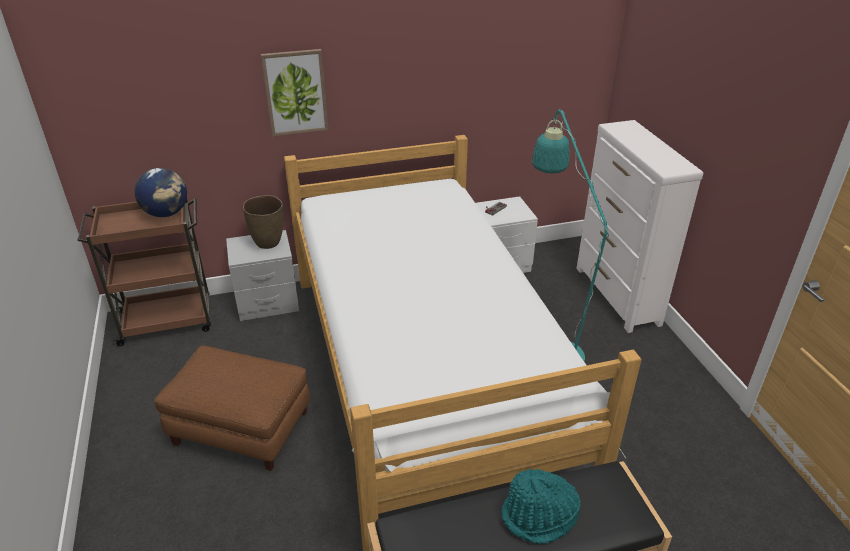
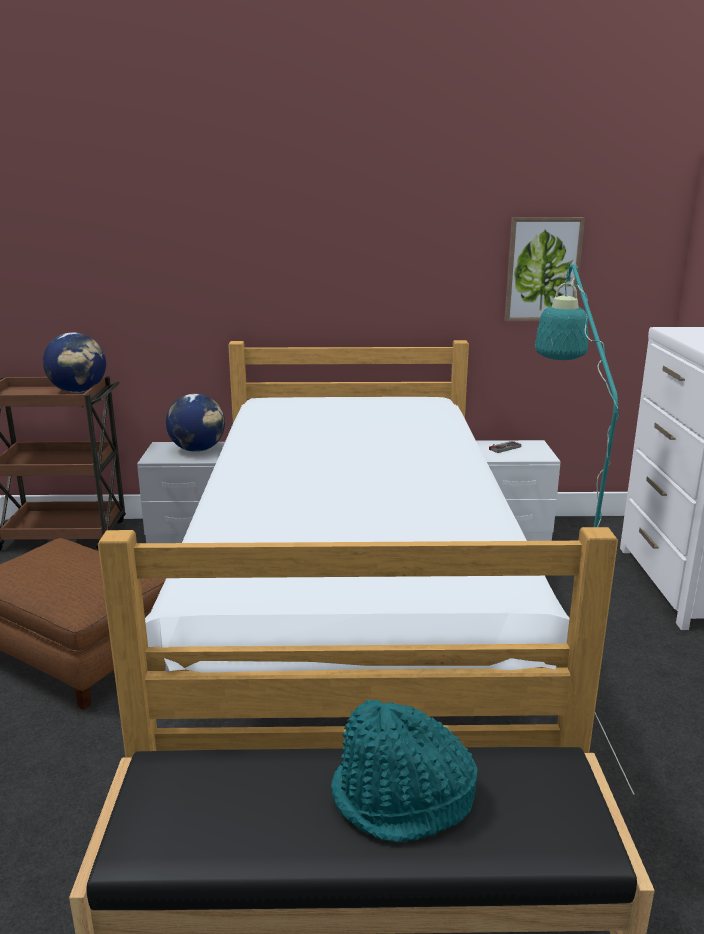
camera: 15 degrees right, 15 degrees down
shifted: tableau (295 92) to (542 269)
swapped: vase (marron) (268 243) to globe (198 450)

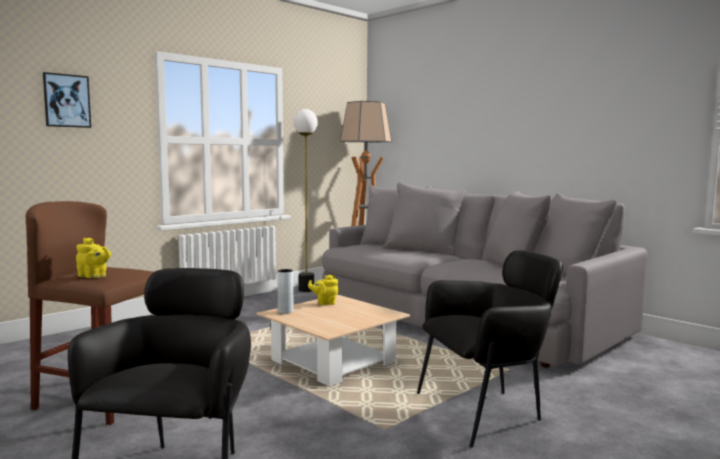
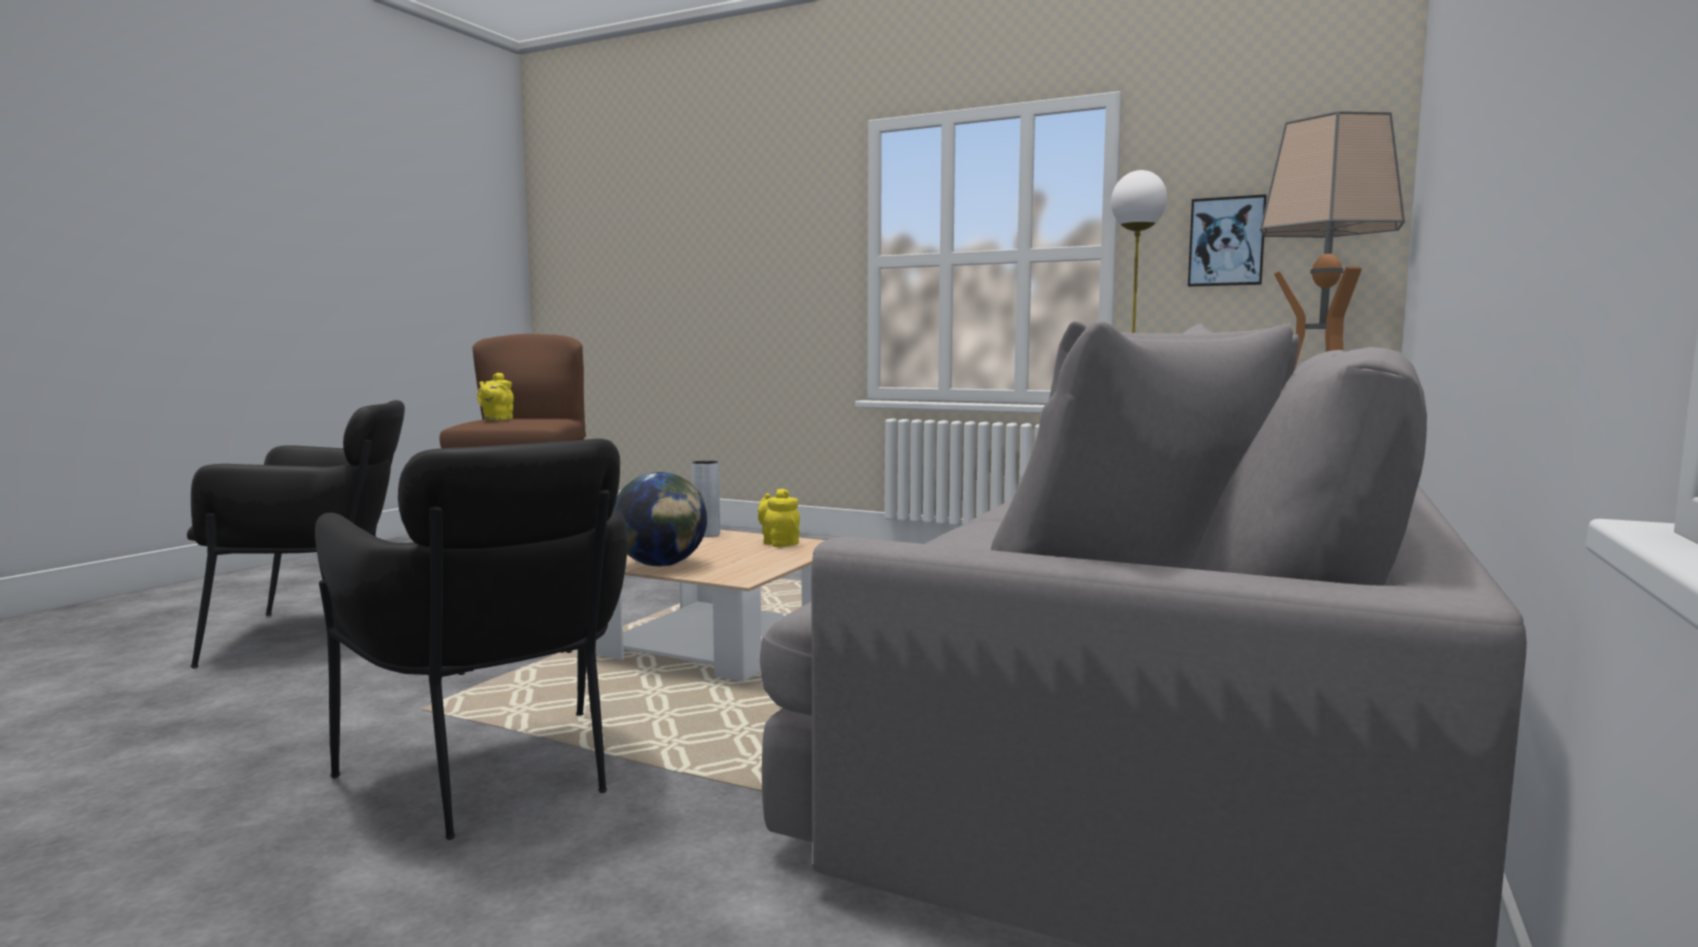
camera: 70 degrees right, 0 degrees up
new: globe (661 565)
shifted: tableau (67 101) to (1226 242)

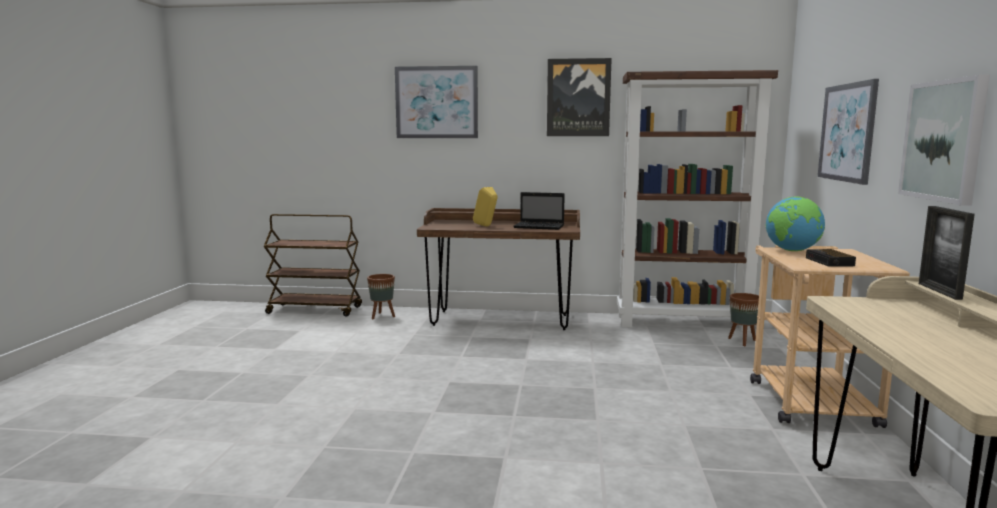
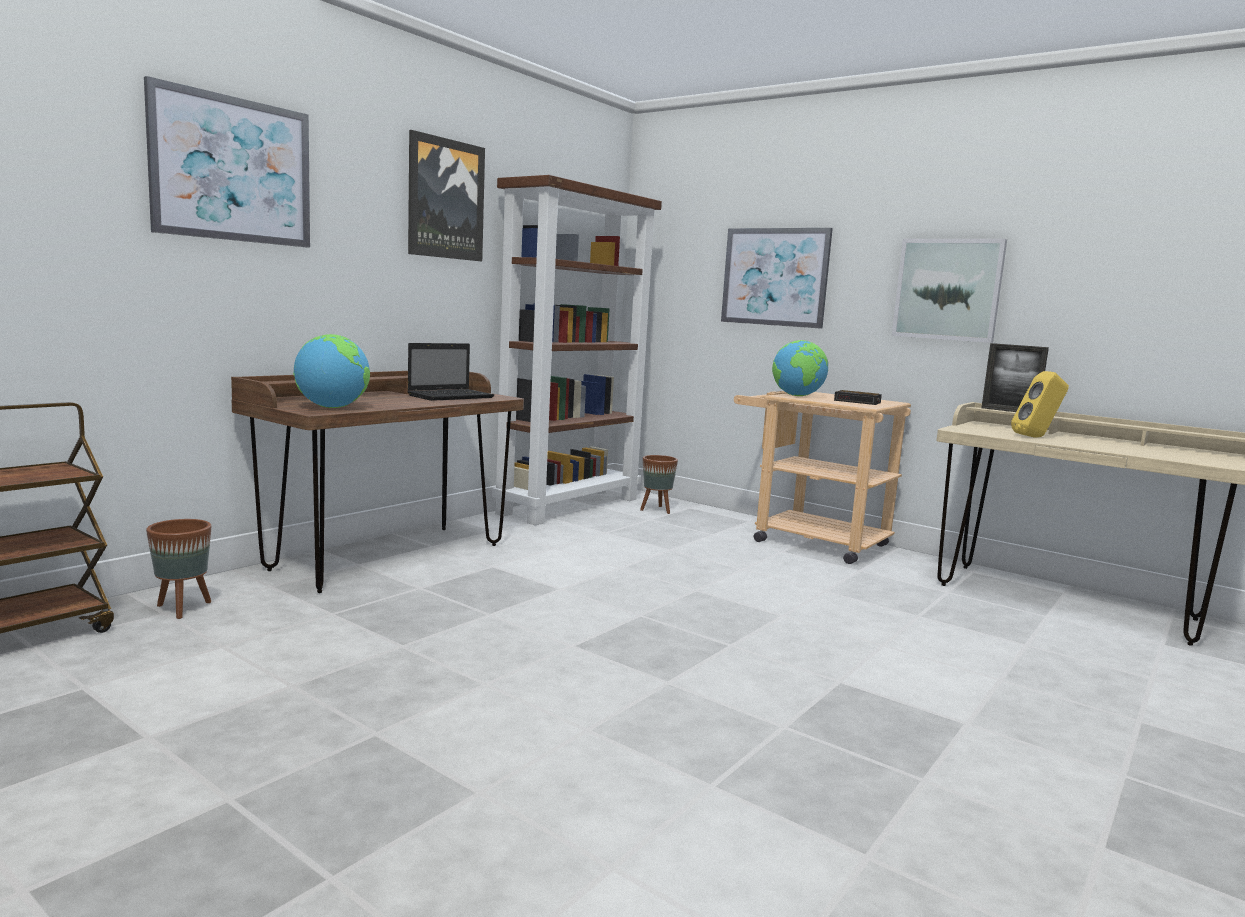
camera: 60 degrees left, 0 degrees up
new: globe (332 407)
shifted: enceinte (jaune) (486 226) to (1036 437)

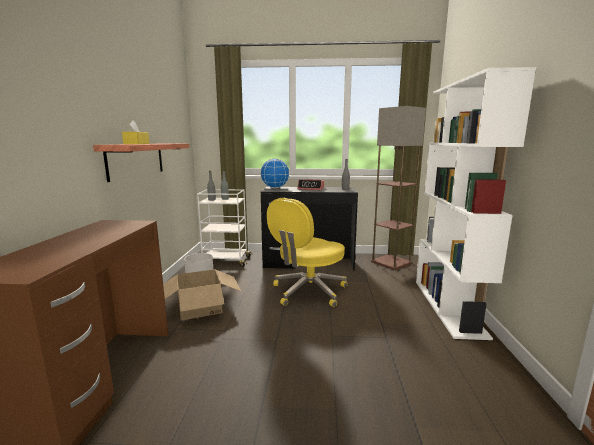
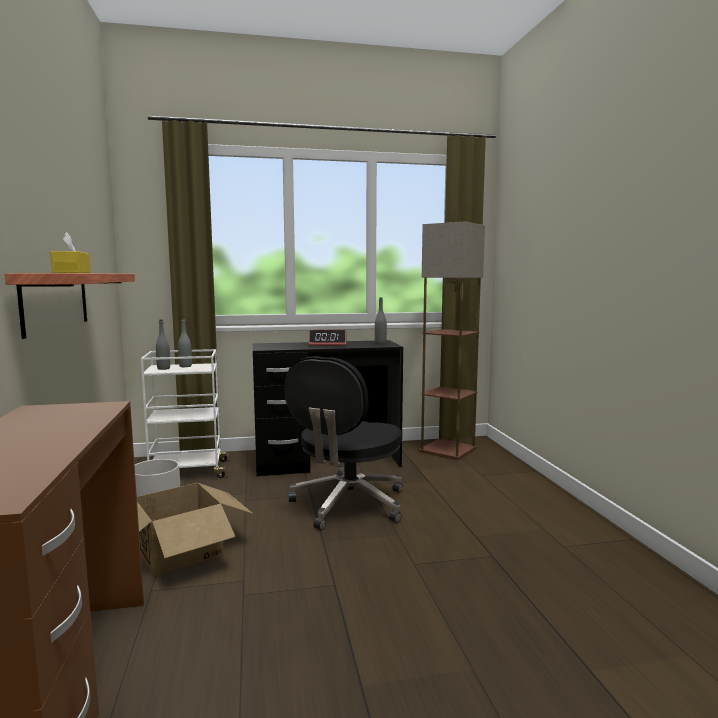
camera: 15 degrees left, 5 degrees down
gone: bibliothèque (blanc) (448 307); globe (275 188)
repainted: chaise de bureau (jaune) (308 291) to chaise de bureau (noir) (348 505)

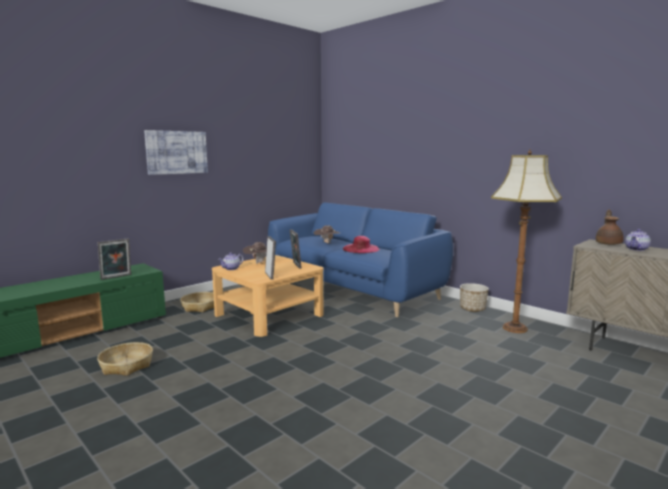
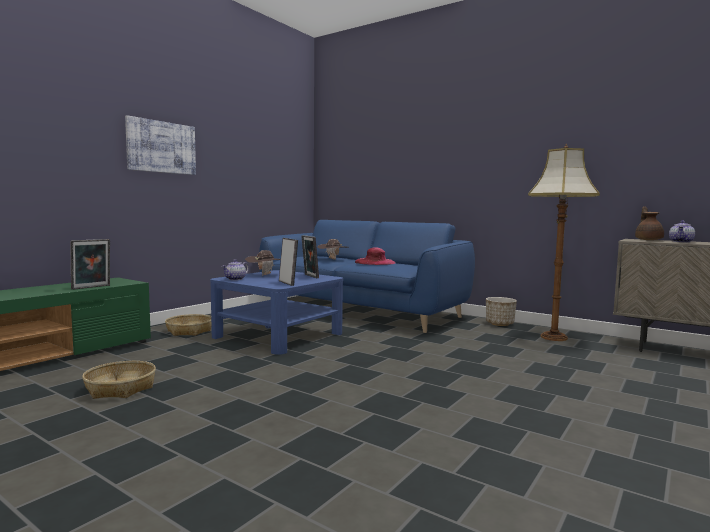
camera: 10 degrees left, 5 degrees down
repainted: table basse (beige) (269 315) to table basse (bleu) (279 335)

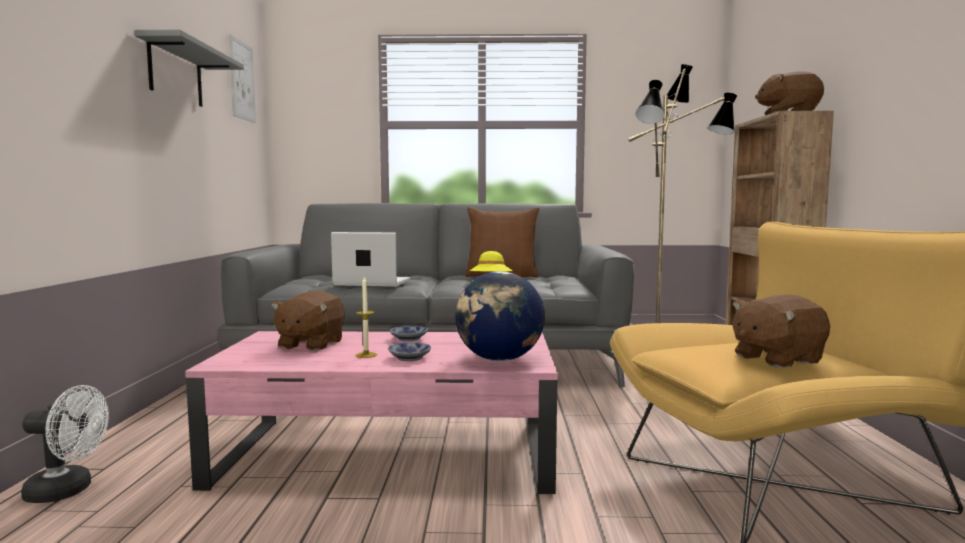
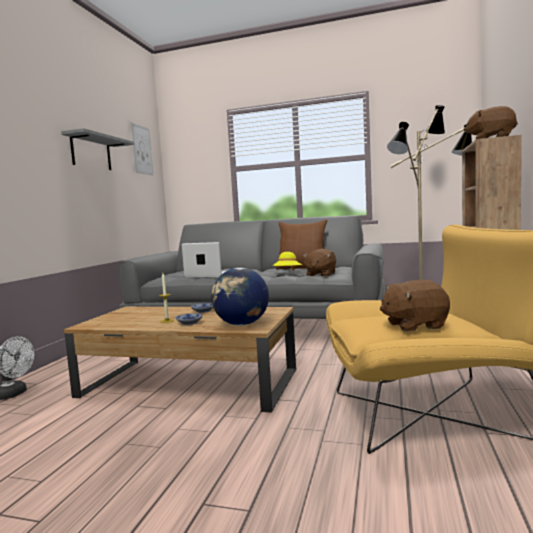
camera: 15 degrees right, 0 degrees up
shifted: peluche (marron) (310 344) to (320 274)
repainted: table basse (rose) (391 454) to table basse (marron) (190 383)

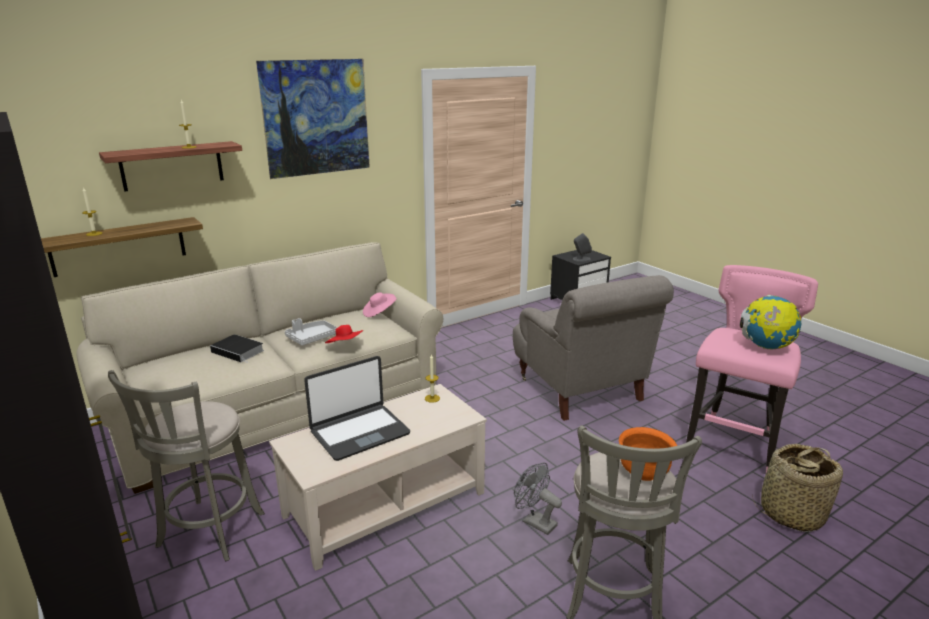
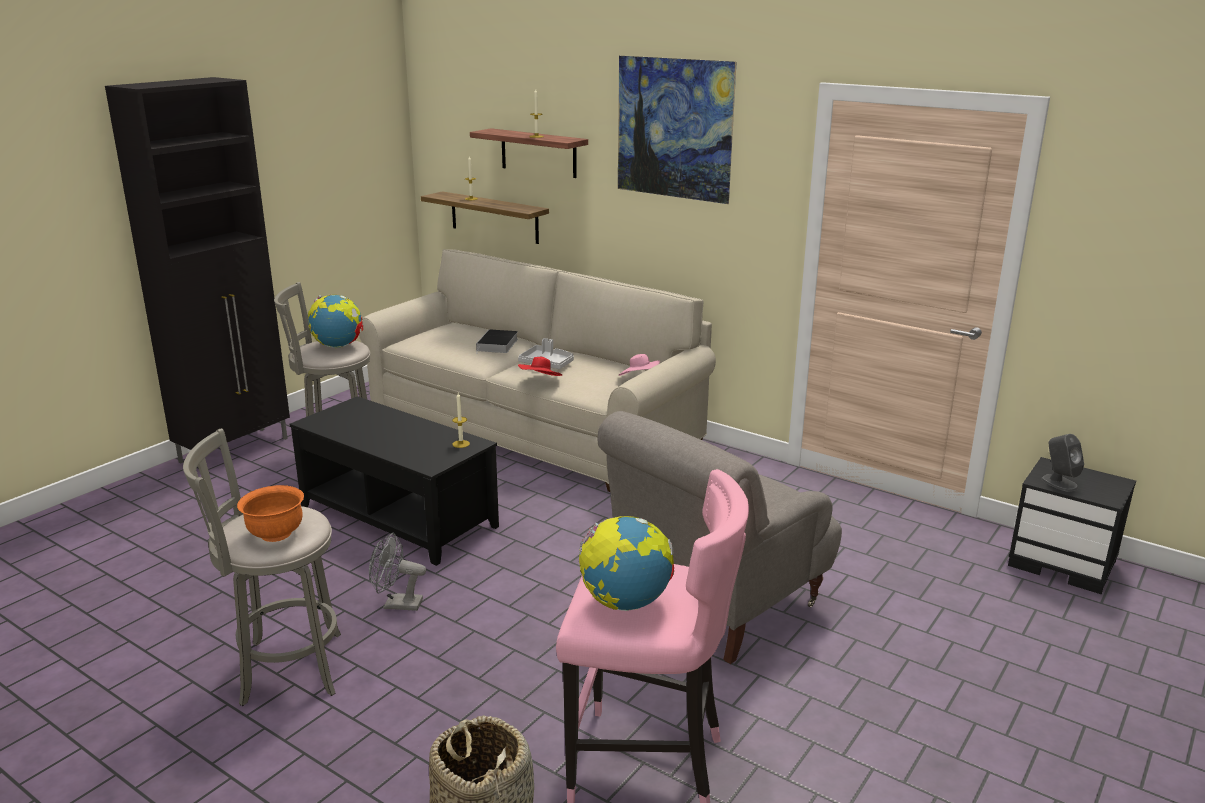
camera: 70 degrees right, 0 degrees up
gone: ordinateur portable (359 432)
new: globe (338 346)
repainted: table basse (beige) (385 504) to table basse (noir) (398 516)
rotated: ventilateur (gris) (535 522) = (396 604) 105 degrees counterclockwise

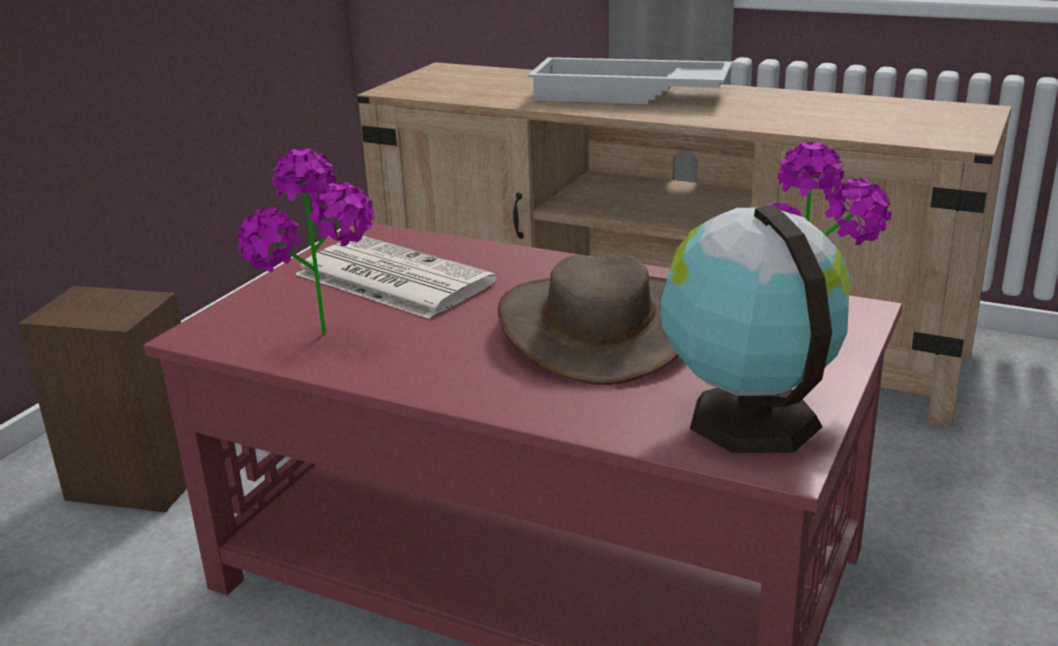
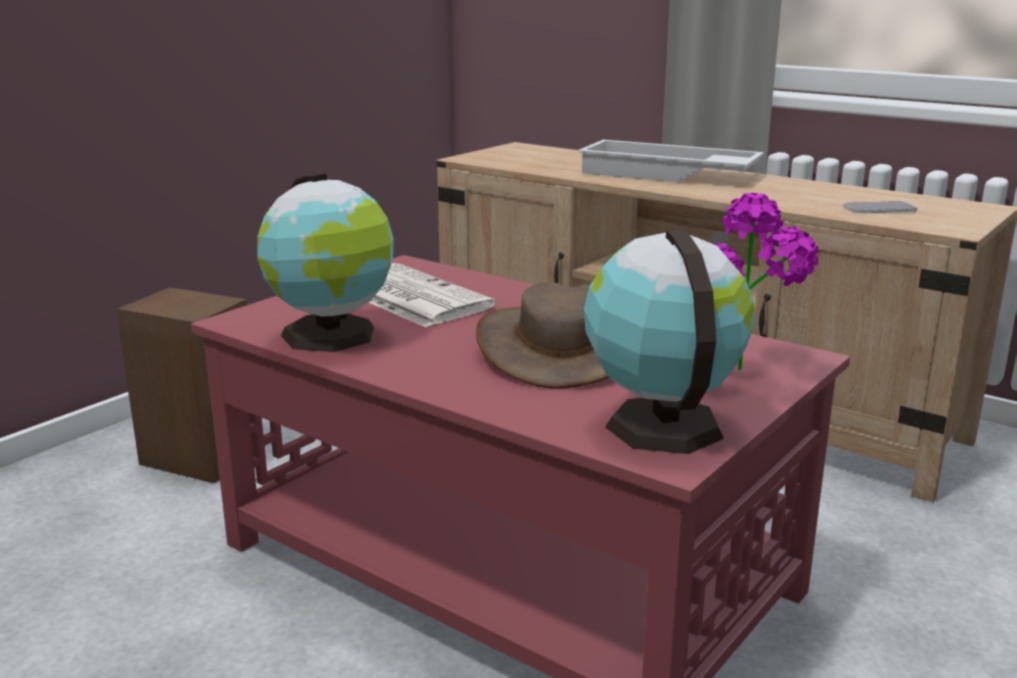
camera: 10 degrees right, 5 degrees down
new: téléphone (879 209)
swapped: plante en pot (325 343) to globe (332 336)

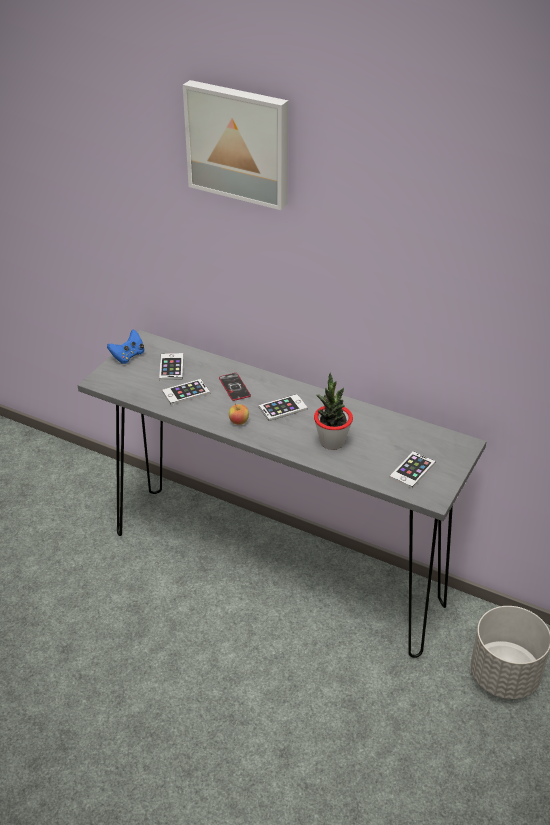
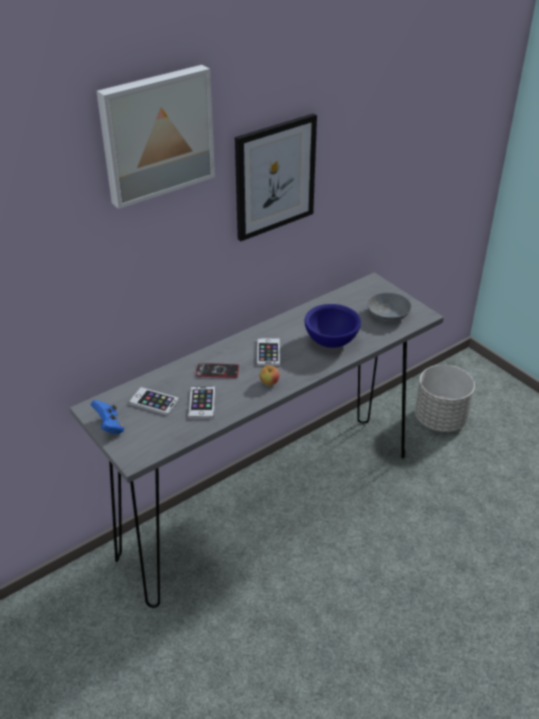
camera: 65 degrees left, 0 degrees up
new: tableau (275 177)
swapped: plante en pot (332 442) to bol (bleu) (330 341); téléphone (412 470) to bol (gris) (388 314)

